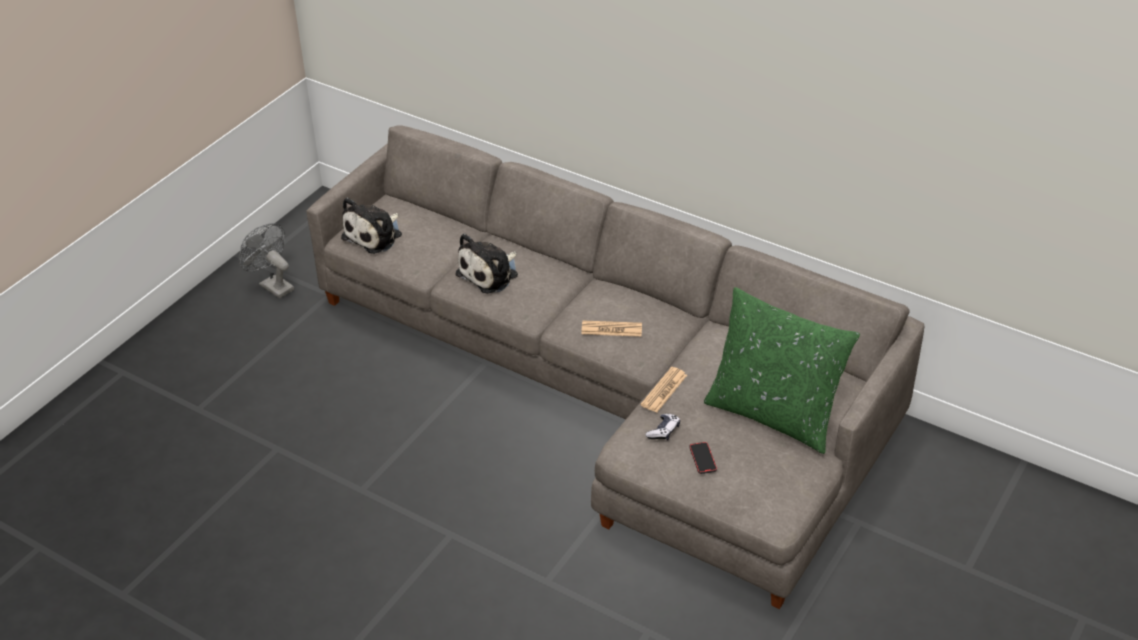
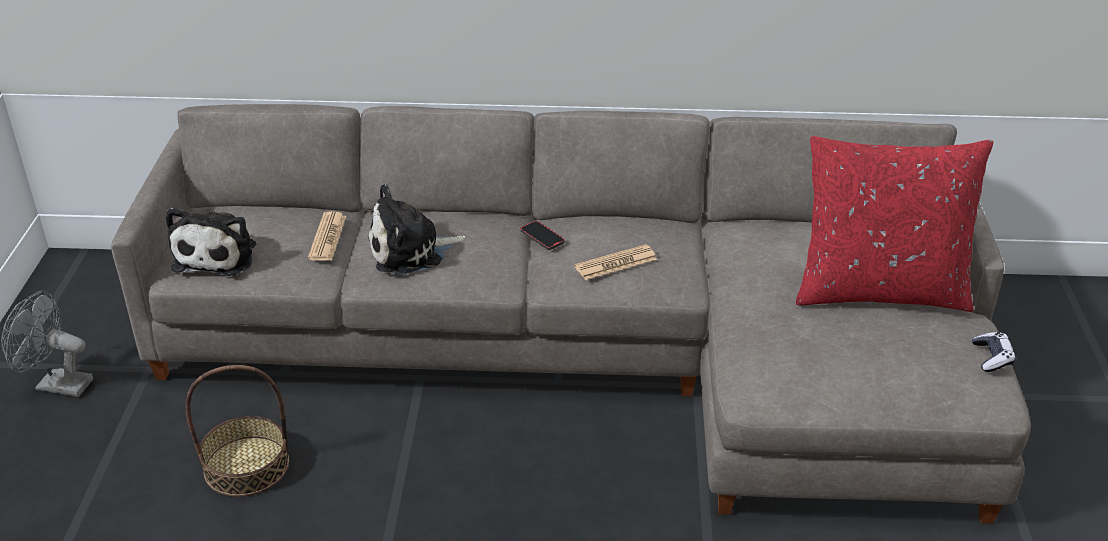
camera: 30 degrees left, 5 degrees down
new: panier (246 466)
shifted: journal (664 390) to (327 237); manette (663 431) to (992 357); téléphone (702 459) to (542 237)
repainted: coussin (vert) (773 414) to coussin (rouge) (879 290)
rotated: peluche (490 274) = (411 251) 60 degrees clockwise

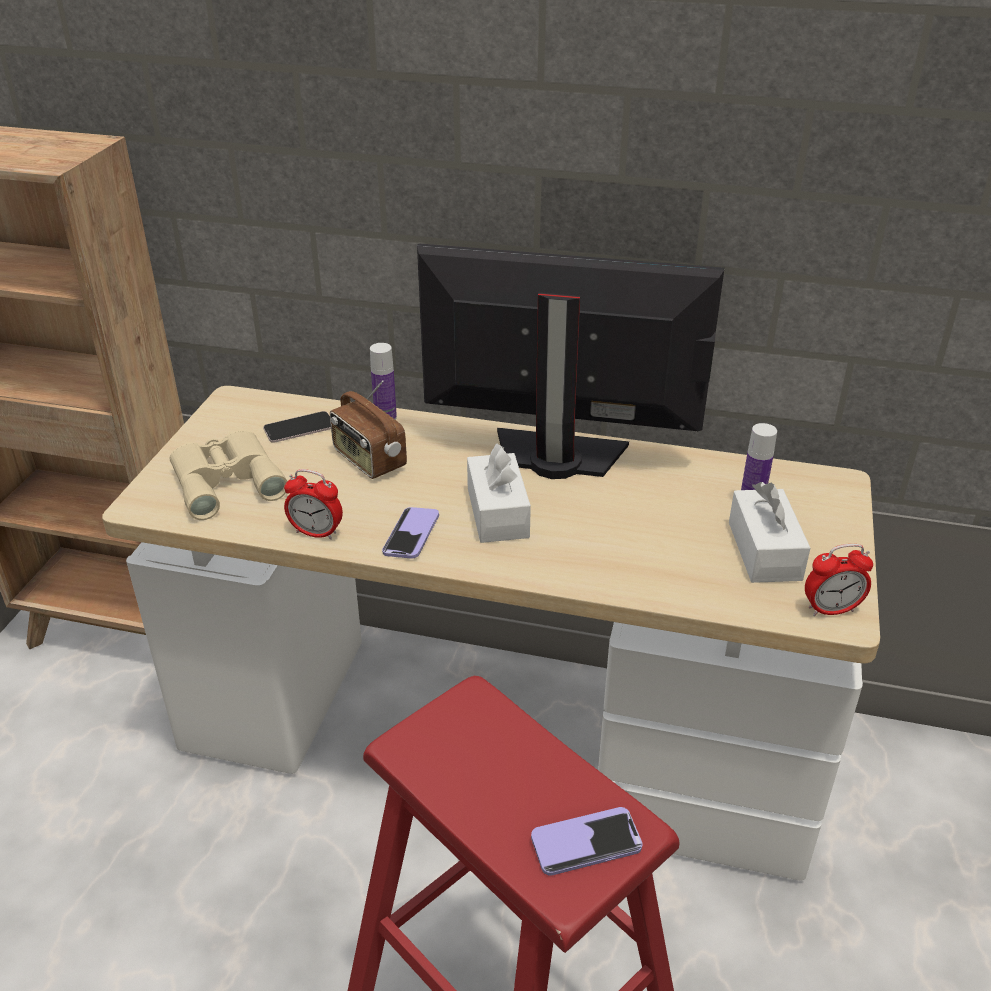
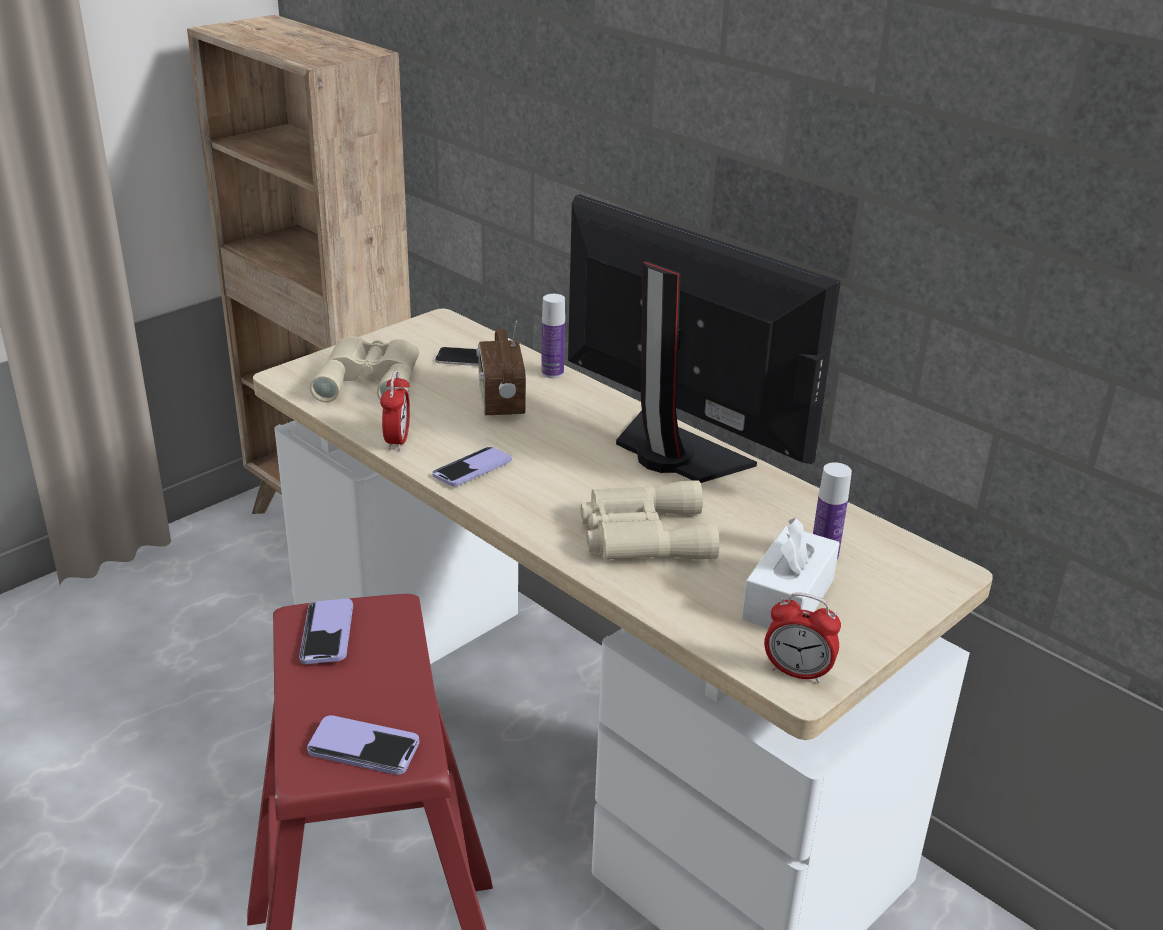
camera: 30 degrees right, 5 degrees down
gone: boîte à mouchoirs (blanc) (497 512)
new: jumelles (beige) (642 535); téléphone (327 633)
rotated: réveil (316 533) = (397 441) 135 degrees counterclockwise

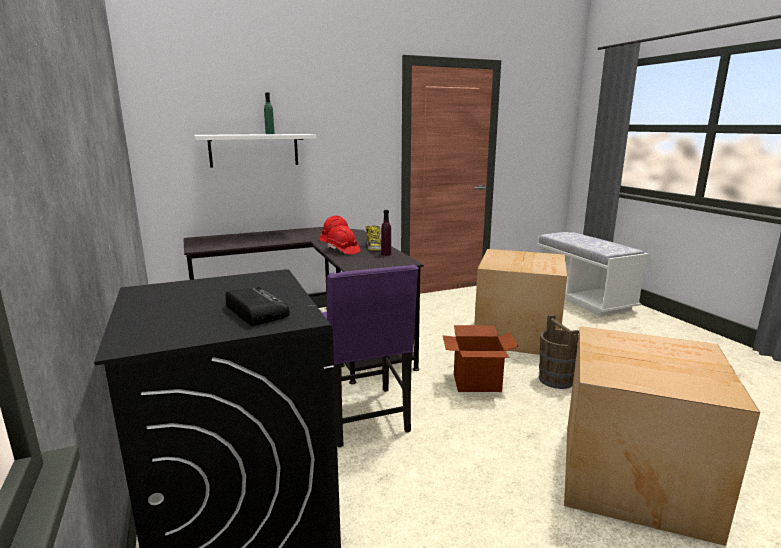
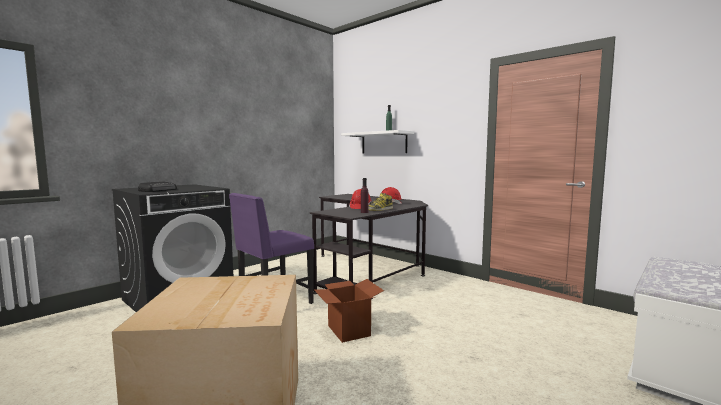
camera: 65 degrees right, 10 degrees down
gone: carton (518 334); seau (marron) (556 380)

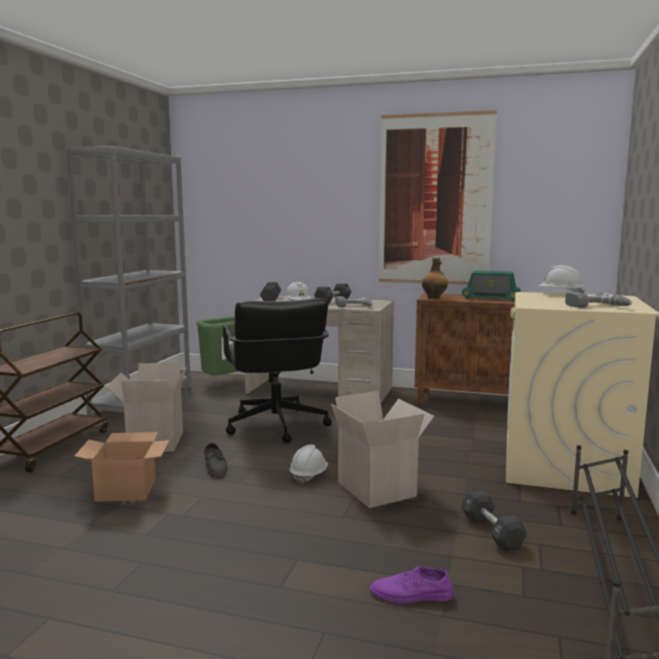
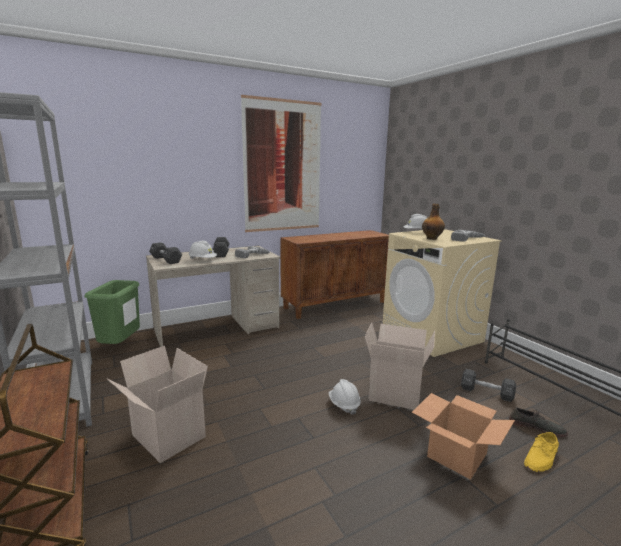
camera: 45 degrees left, 5 degrees up
gone: radio (491 298); chaise de bureau (noir) (276 426)
shifted: bouteille (434 297) to (432 238); carton (125 490) to (457 455); chaussure (gris) (215 466) to (536 427)
repainted: chaussure (violet) (411 595) to chaussure (jaune) (541 458)

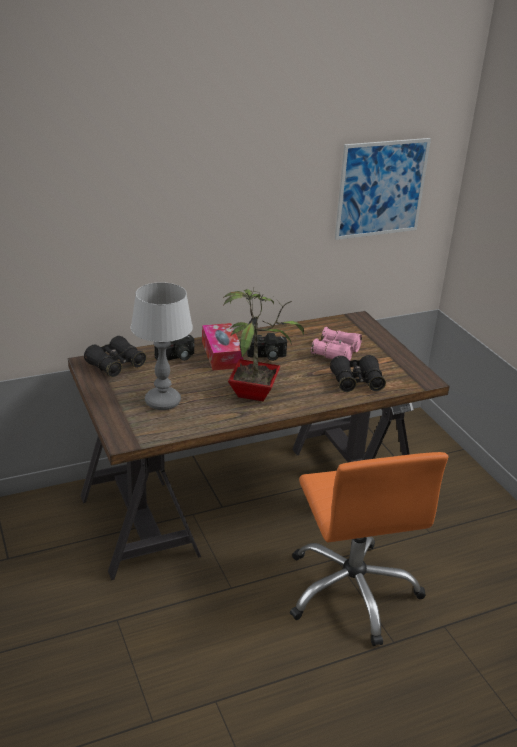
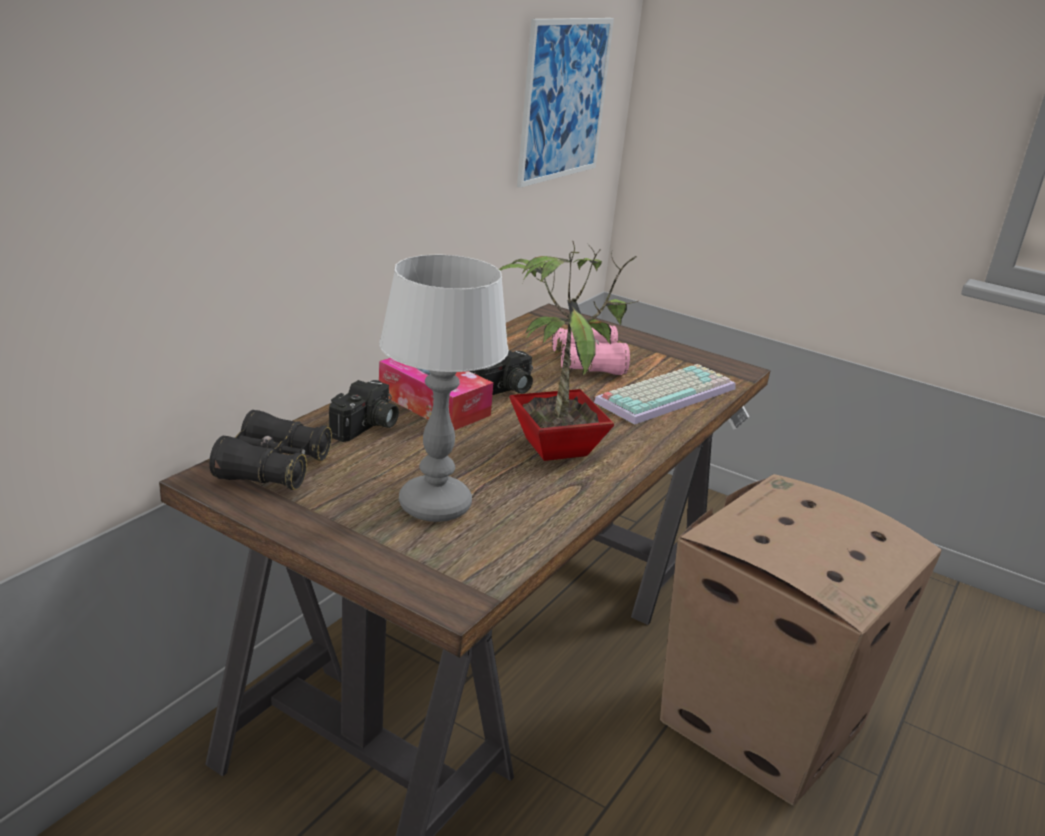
camera: 35 degrees left, 5 degrees down
swapped: jumelles (noir) (356 382) to clavier (666 394); chaise de bureau (orange) (352 590) to carton (760 725)

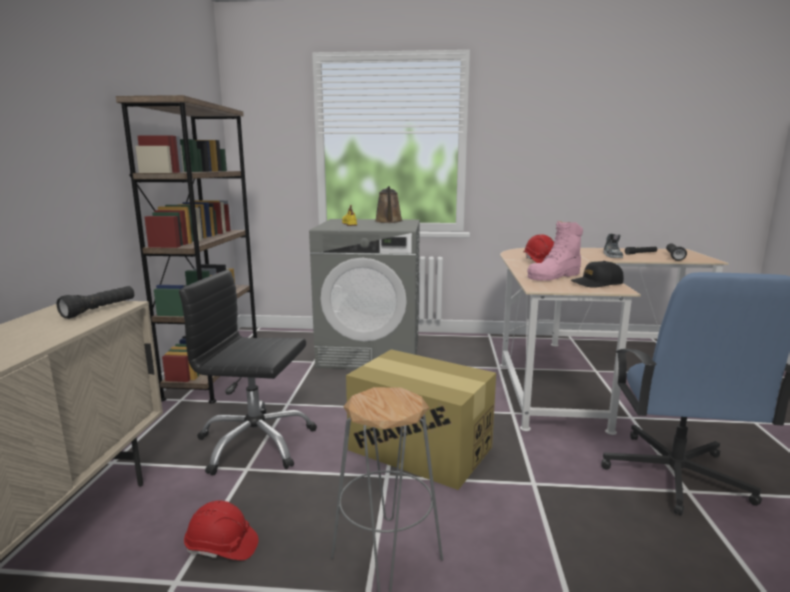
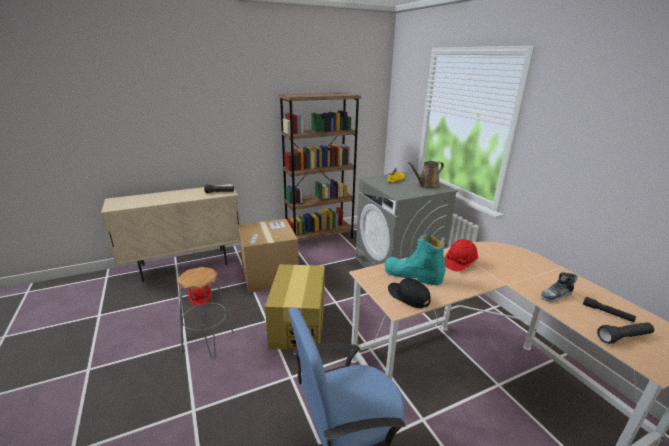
camera: 60 degrees right, 10 degrees up
swapped: chaise de bureau (noir) (255 443) to carton (269 274)
repainted: botte (rose) (554 276) to botte (turquoise) (412 275)

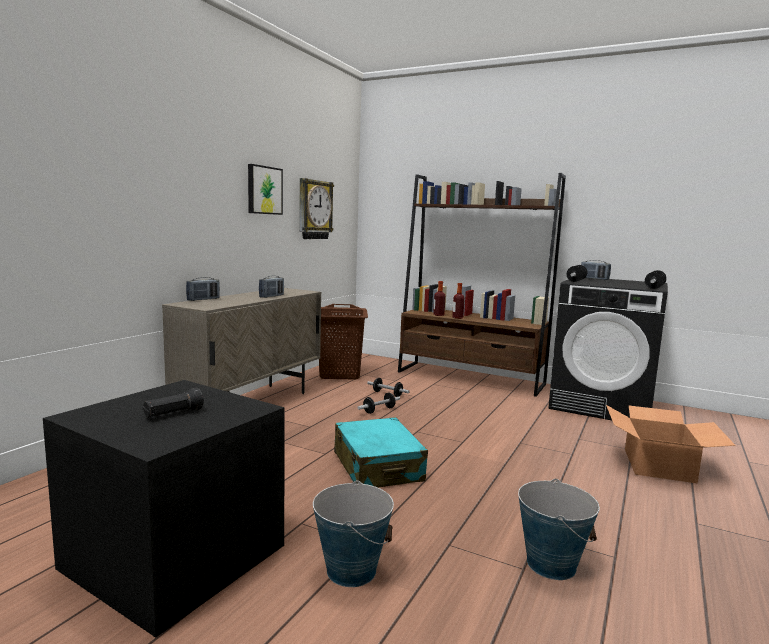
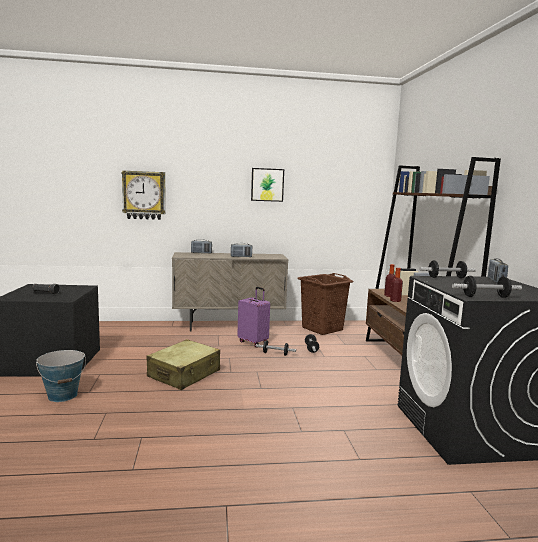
camera: 55 degrees right, 0 degrees up
gone: carton (659 465); seau (551 564)
new: valise (violet) (253 342)
shifted: horloge murale (314 210) to (144 195)
repainted: valise (turquoise) (377 467) to valise (beige) (184 374)

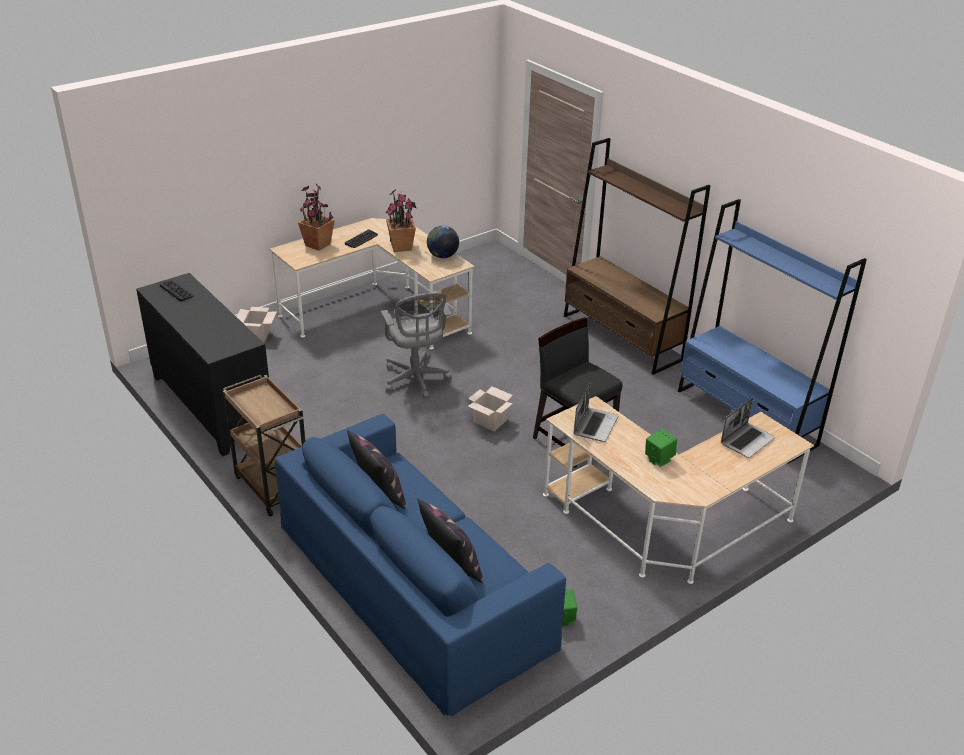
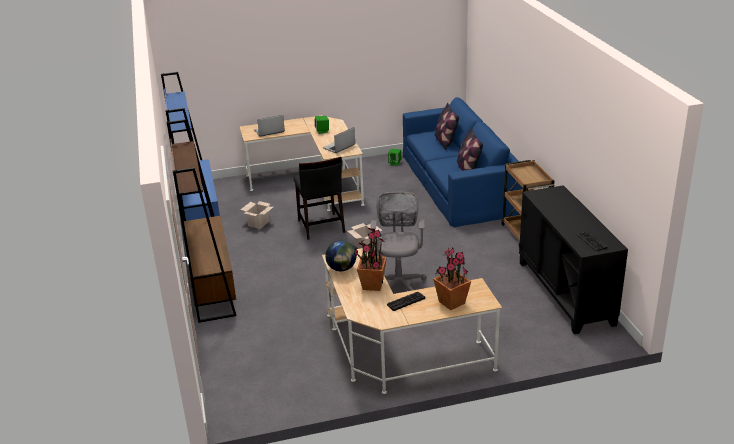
camera: 155 degrees left, 5 degrees down
shifted: carton (258 336) to (259 223)

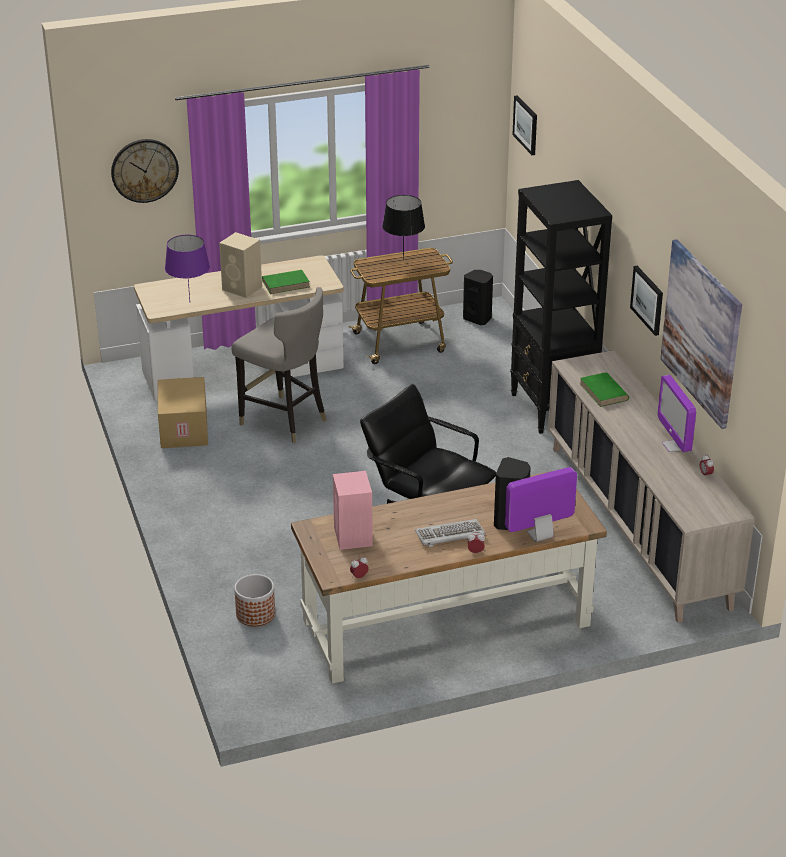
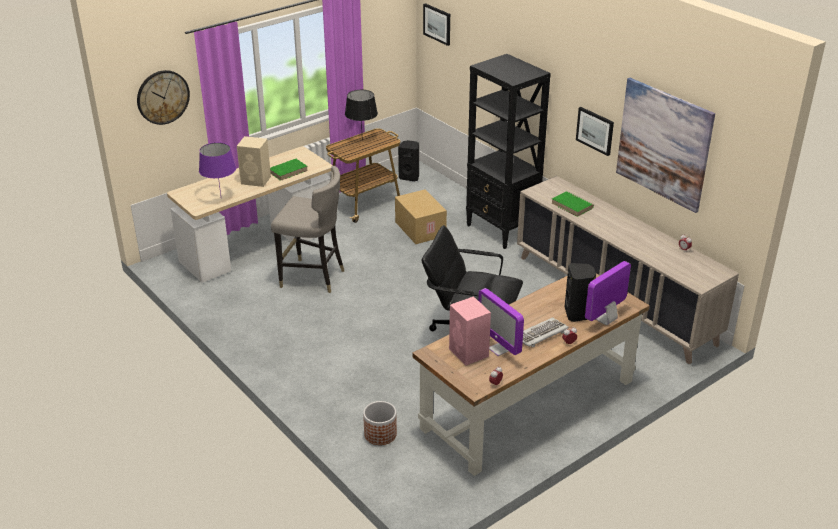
camera: 20 degrees left, 0 degrees up
shifted: écran d'ordinateur (674 446) to (499 349); carton (182 428) to (419 229)

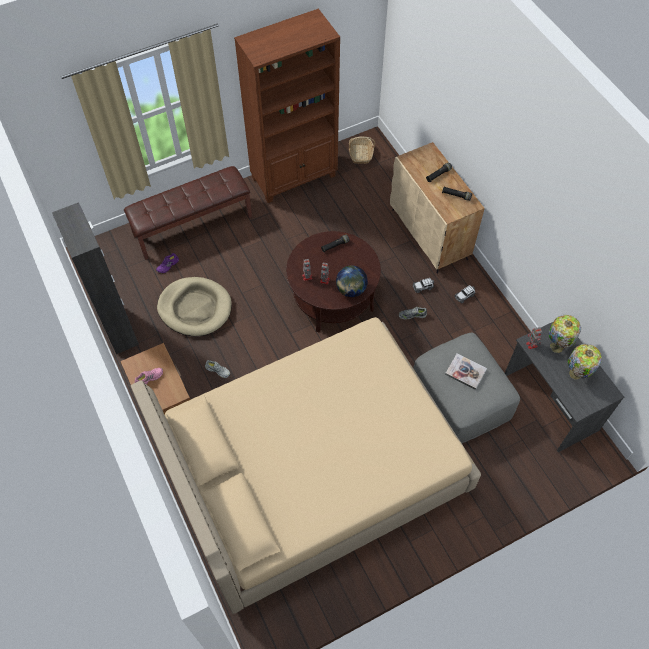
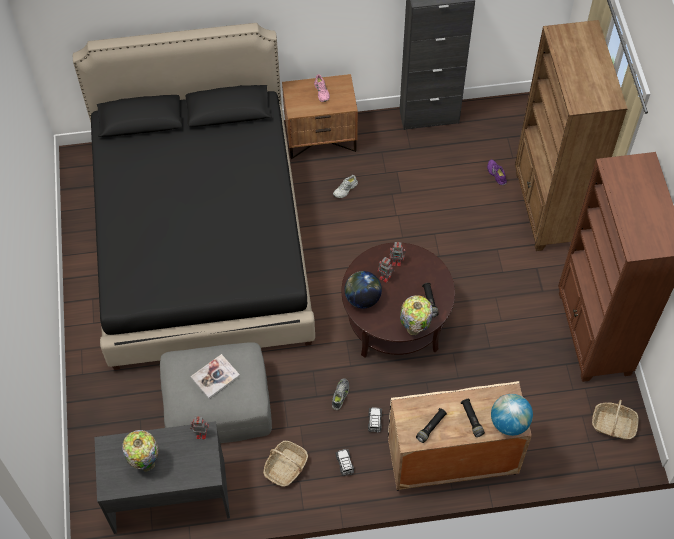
camera: 110 degrees right, 0 degrees up
gone: panier pour chien (beige) (195 308)
new: globe (509 422); panier (286 467)
shifted: lampe de table (557 346) to (414 329)
swapped: banc (marron) (193 225) to bibliothèque (marron) (547 209)
repainted: lit (beige) (313 469) to lit (noir) (201 241)

